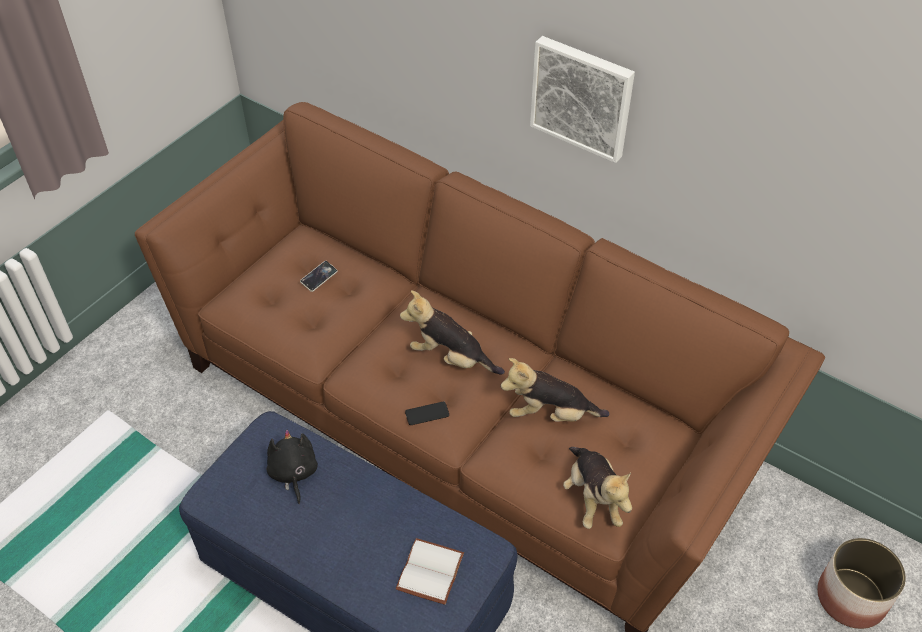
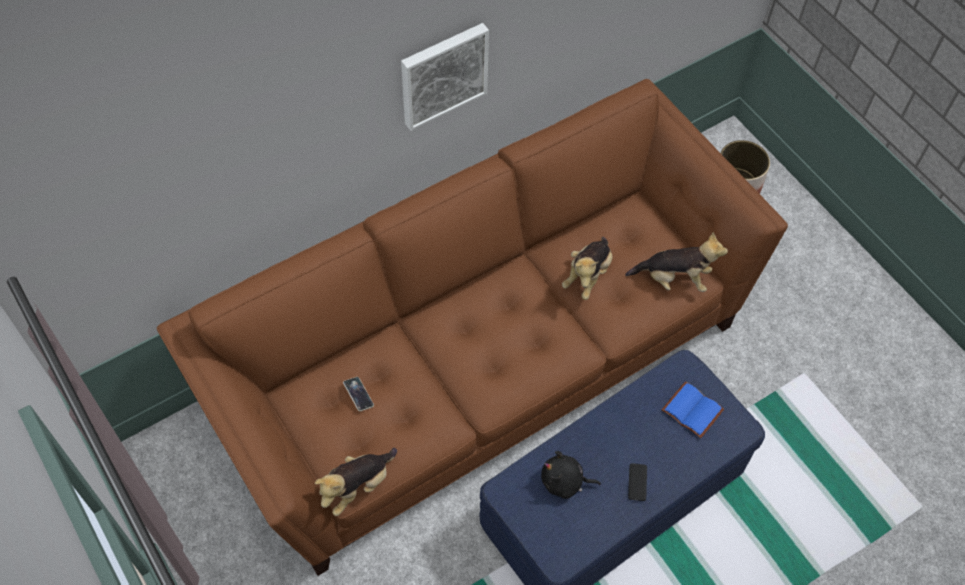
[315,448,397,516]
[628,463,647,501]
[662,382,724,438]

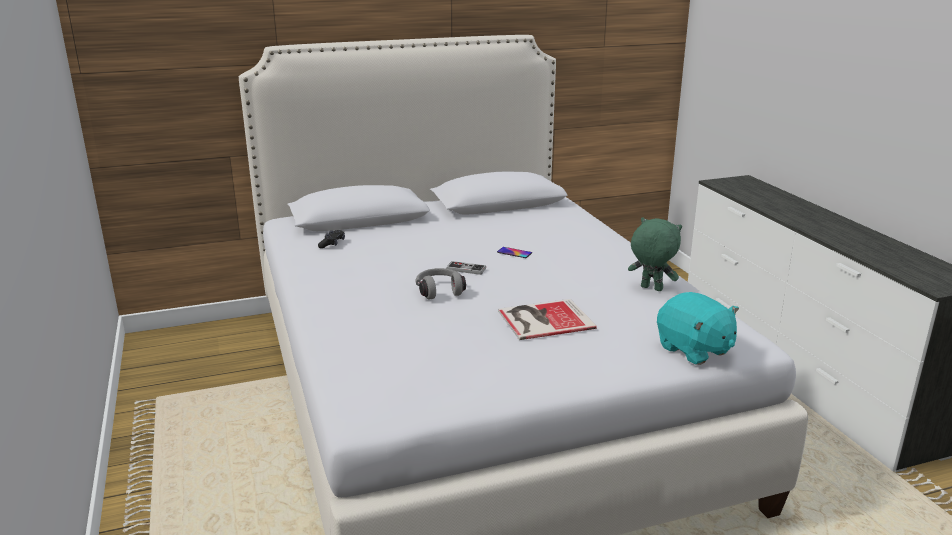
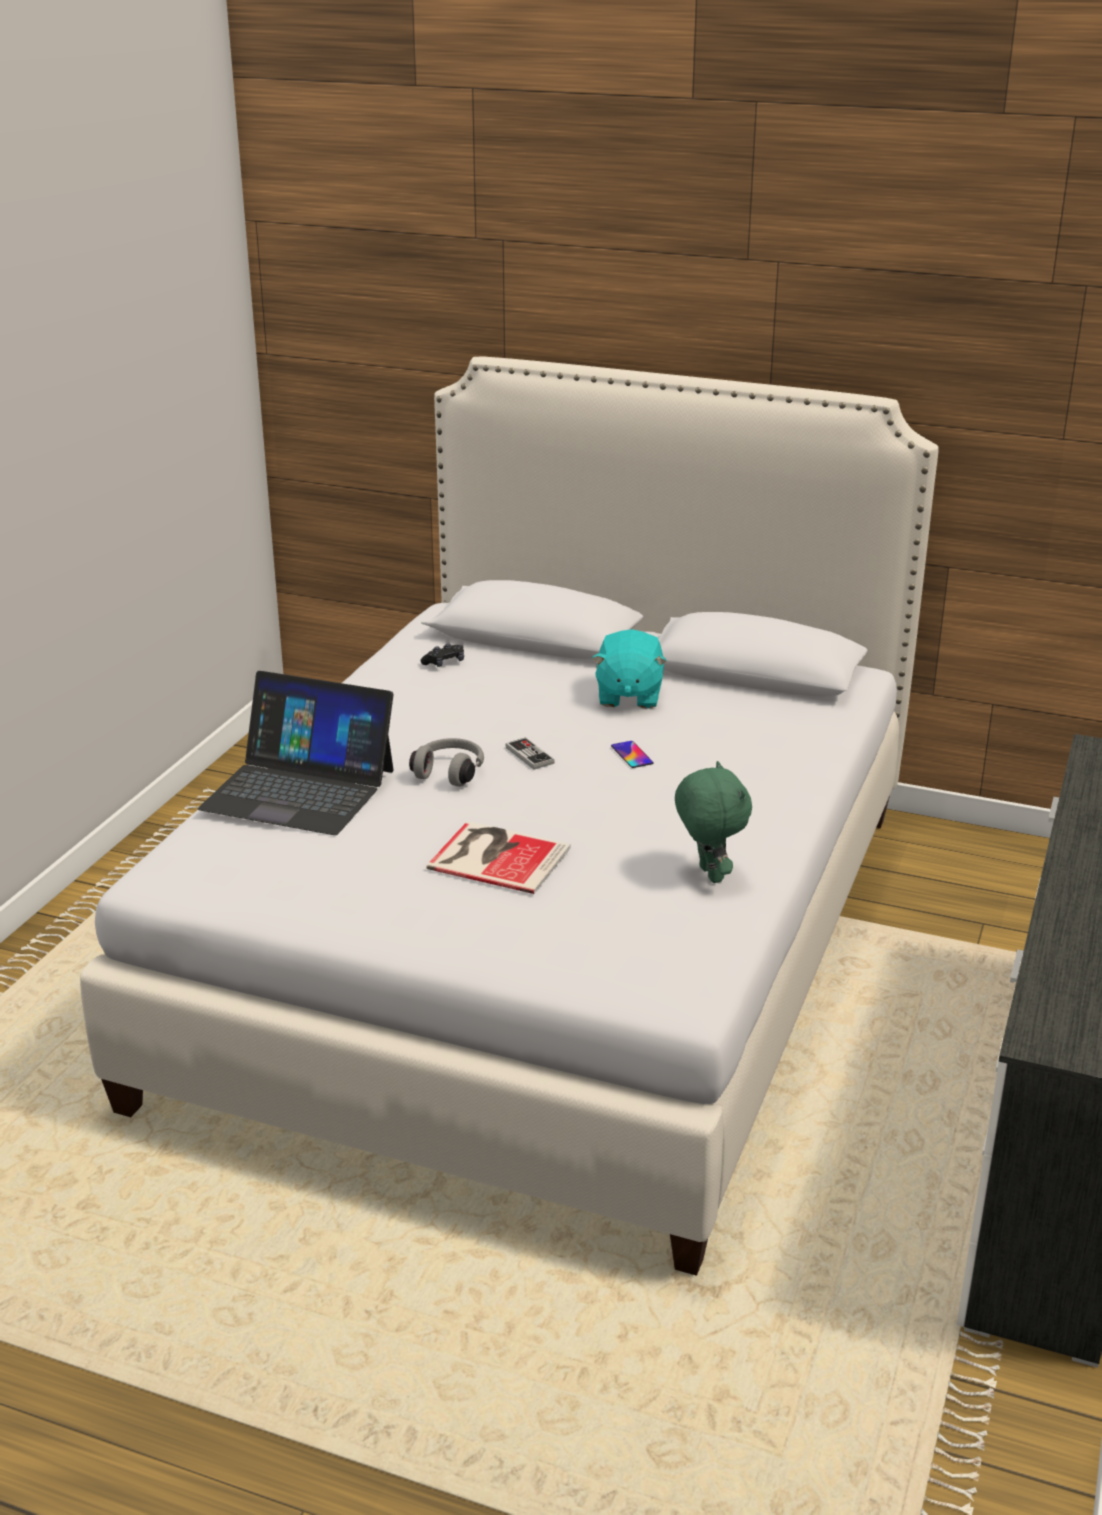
[592,629,667,709]
[198,671,394,835]

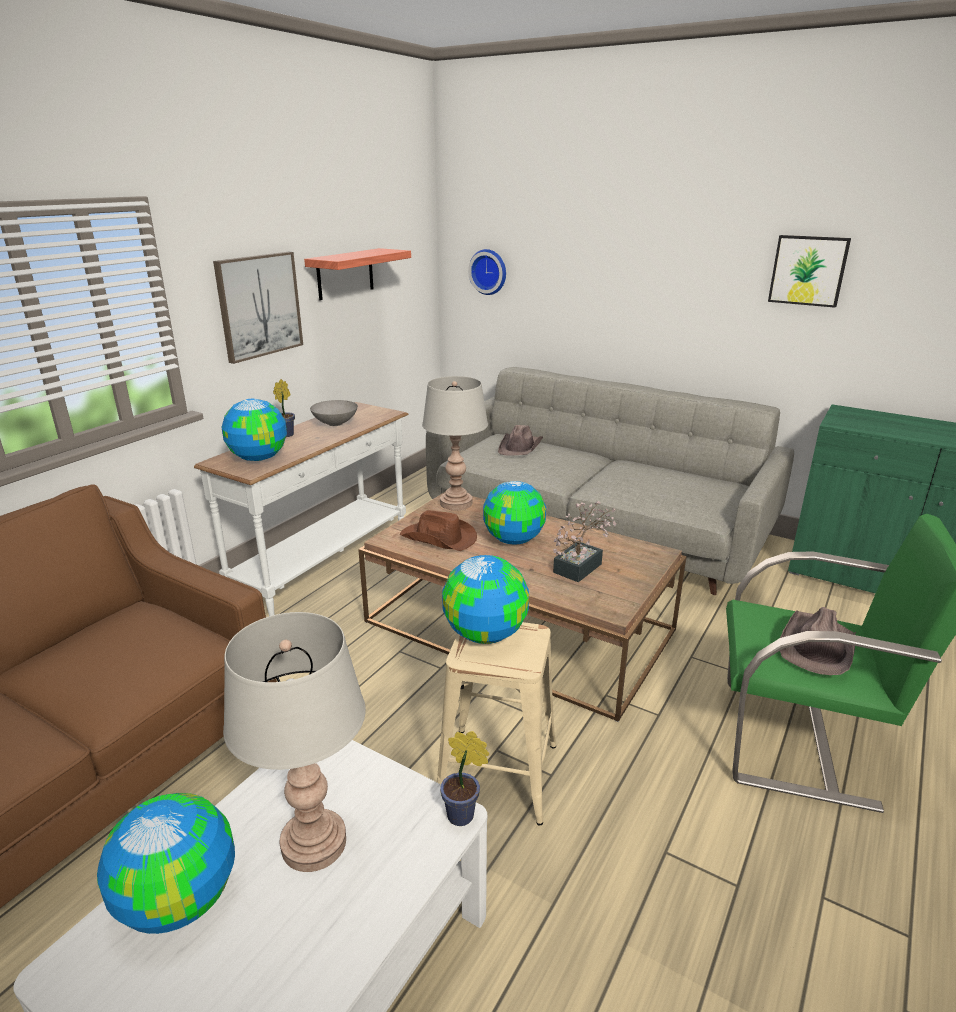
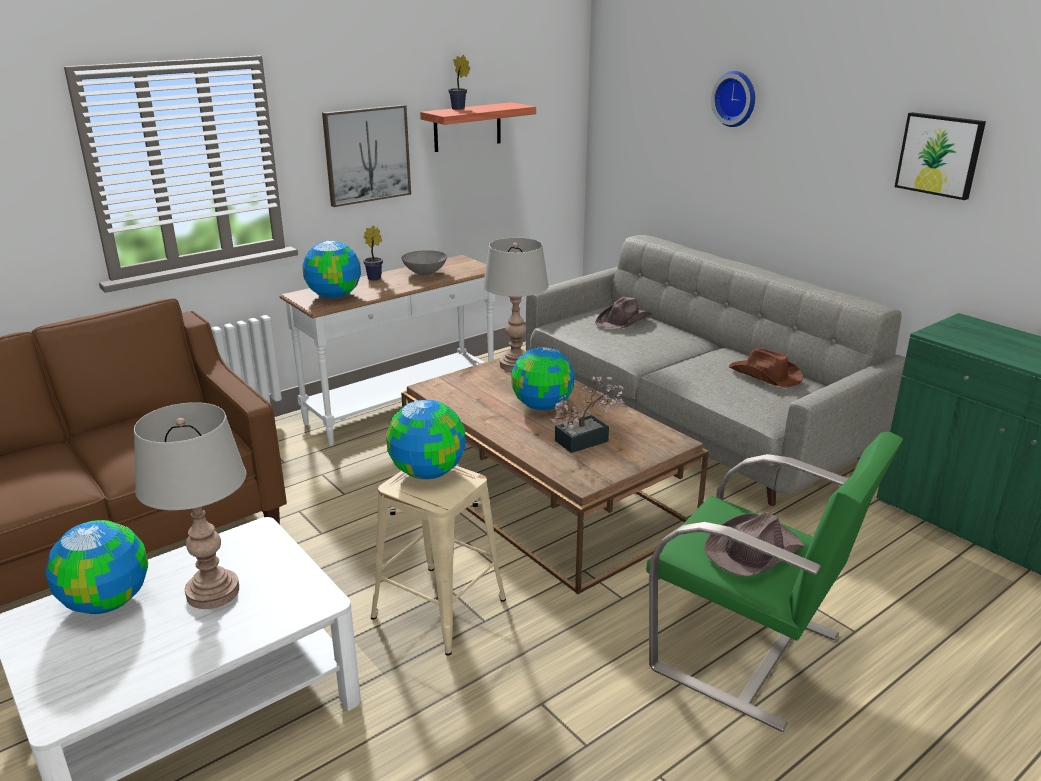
[711,71,755,127]
[729,348,803,388]
[448,55,470,110]

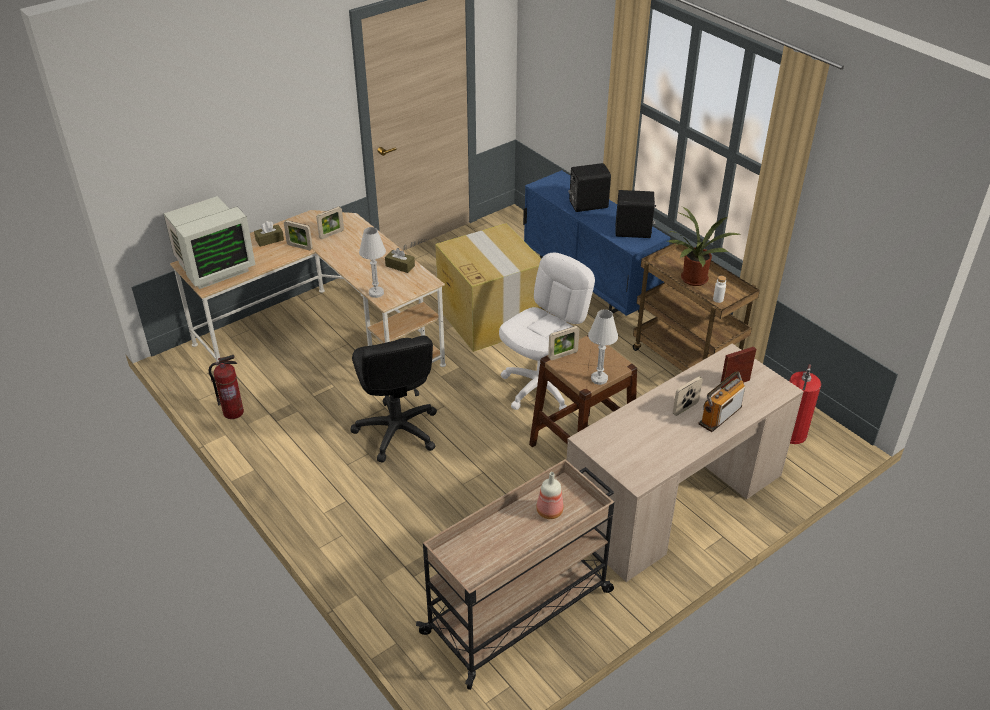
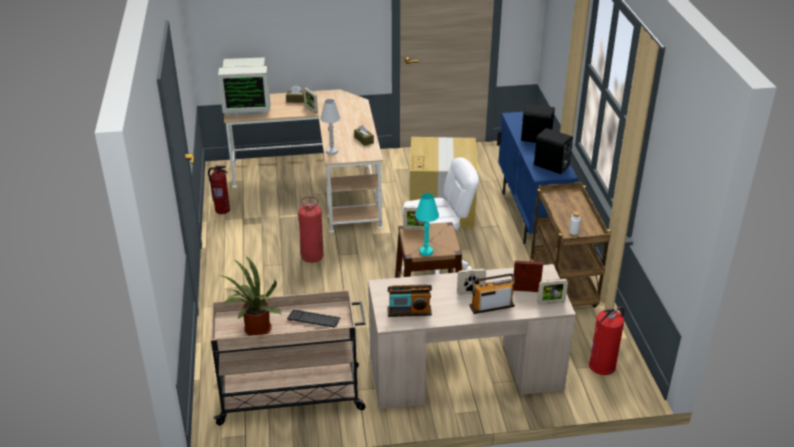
[218,256,281,336]
[537,279,568,305]
[415,193,439,256]
[298,196,323,263]
[287,310,340,328]
[387,284,432,317]

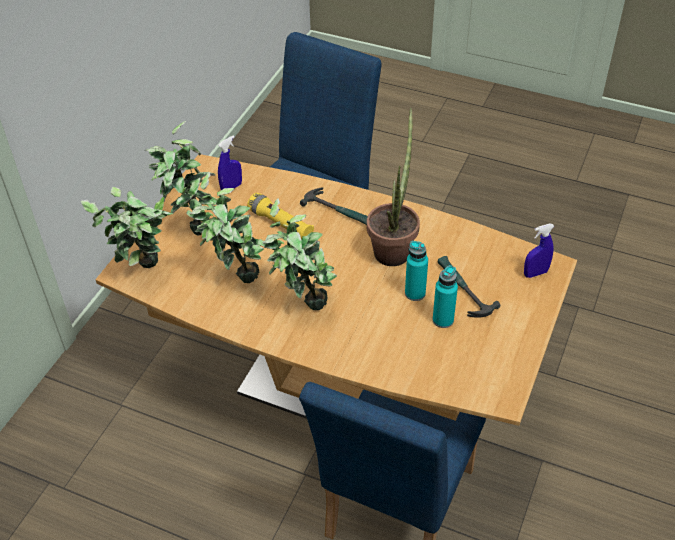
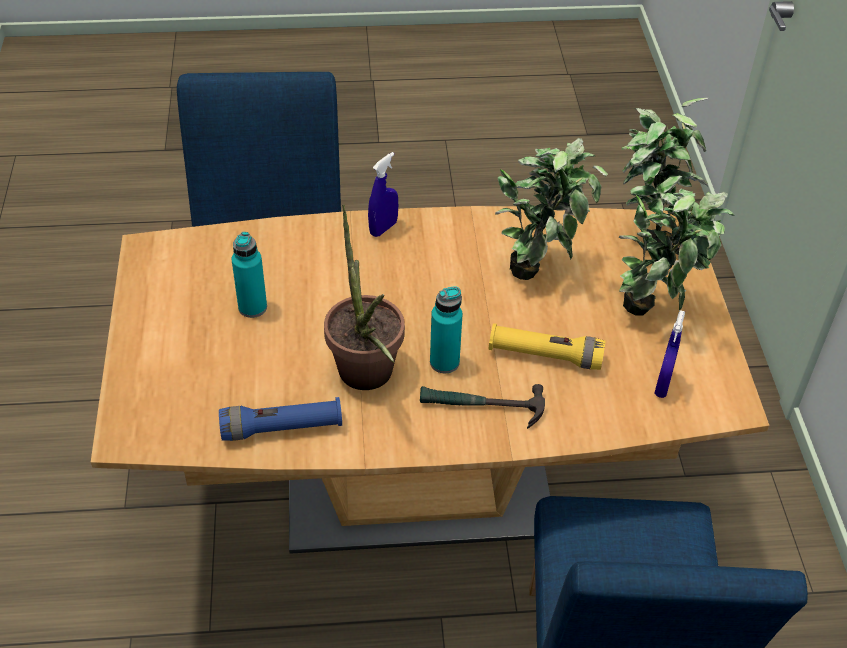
[258,198,337,310] (first image)
[368,152,398,237]
[430,286,463,373]
[438,256,500,318] (first image)
[219,397,342,441]

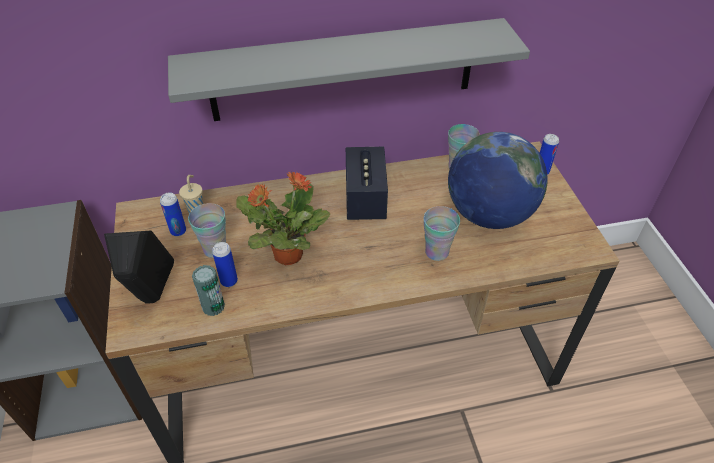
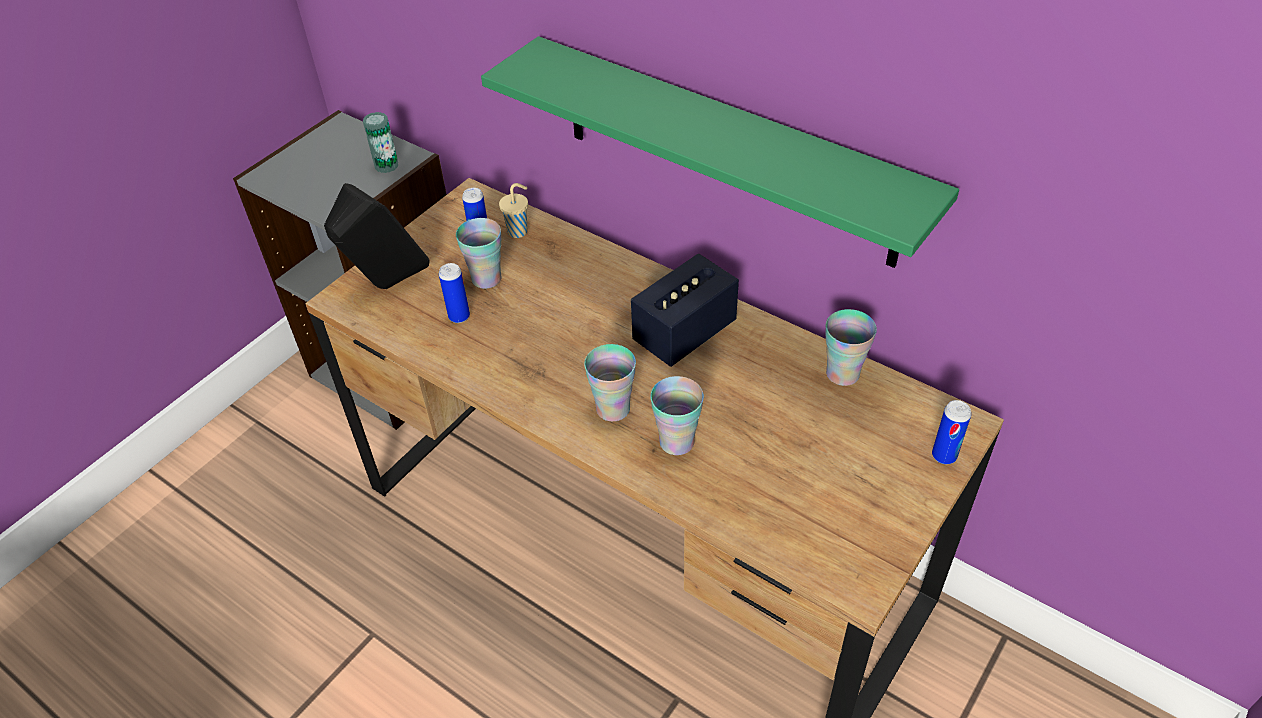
[481,36,959,268]
[448,132,548,229] (first image)
[236,171,331,265] (first image)
[363,112,398,173]
[584,344,636,422]

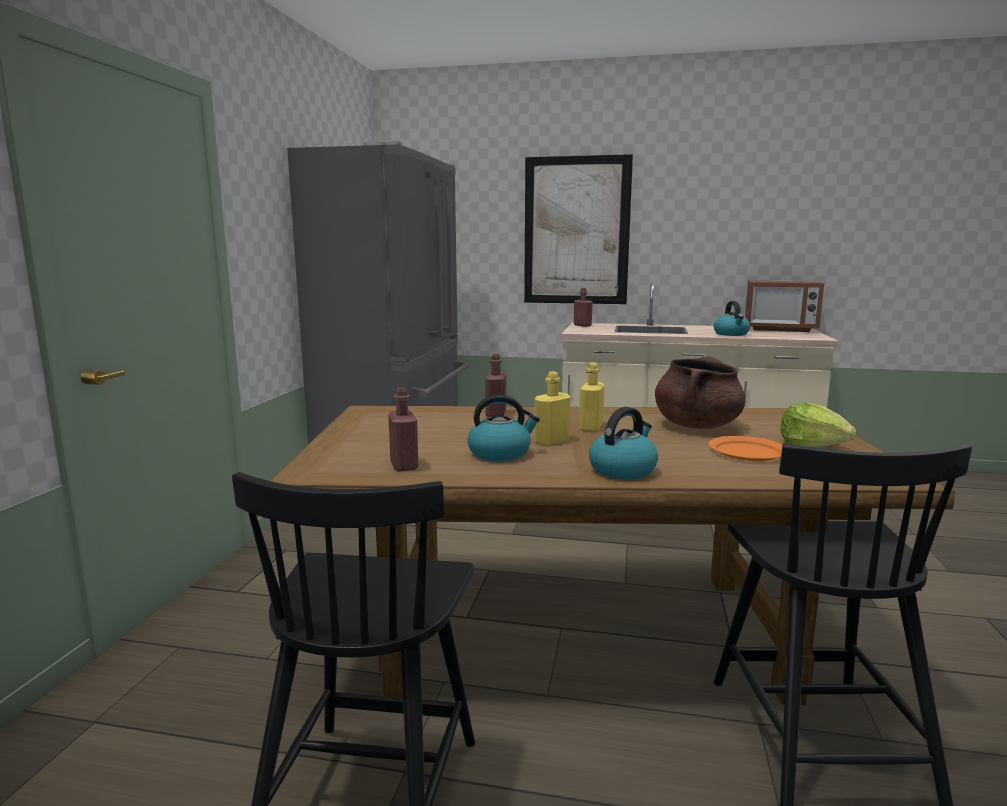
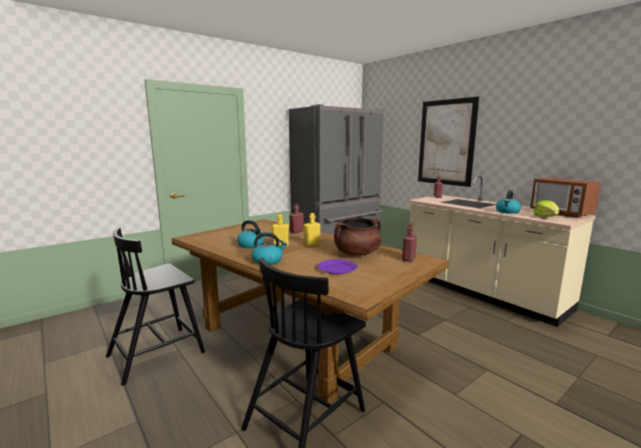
[402,223,417,262]
[534,200,559,217]
[317,259,357,274]

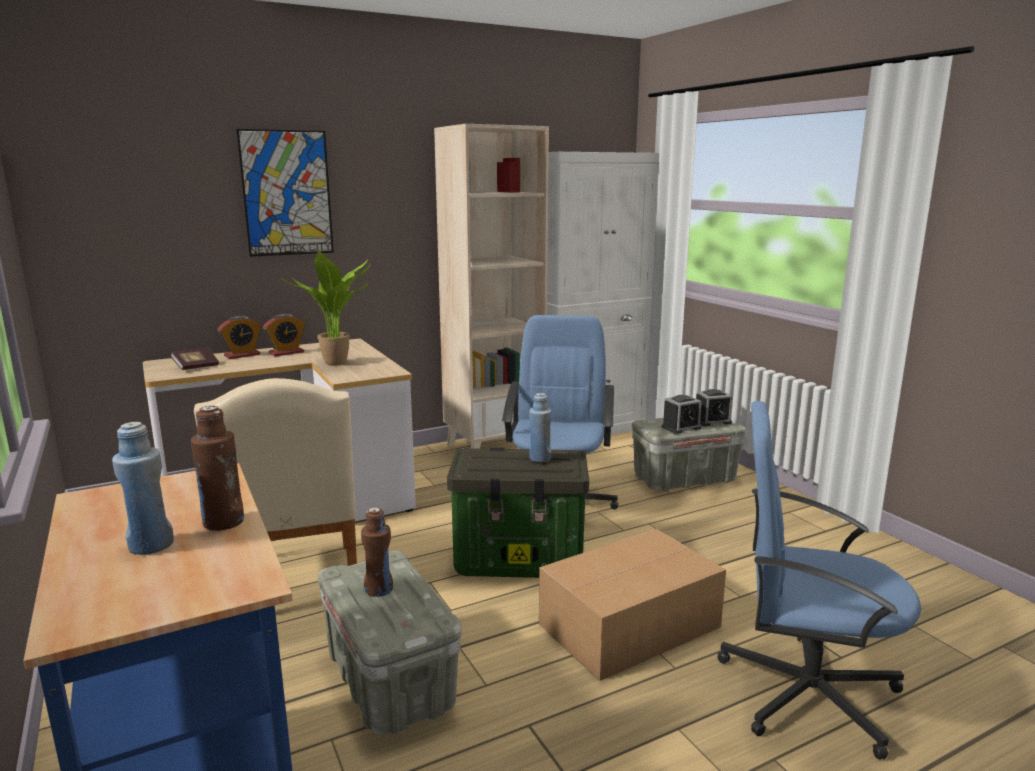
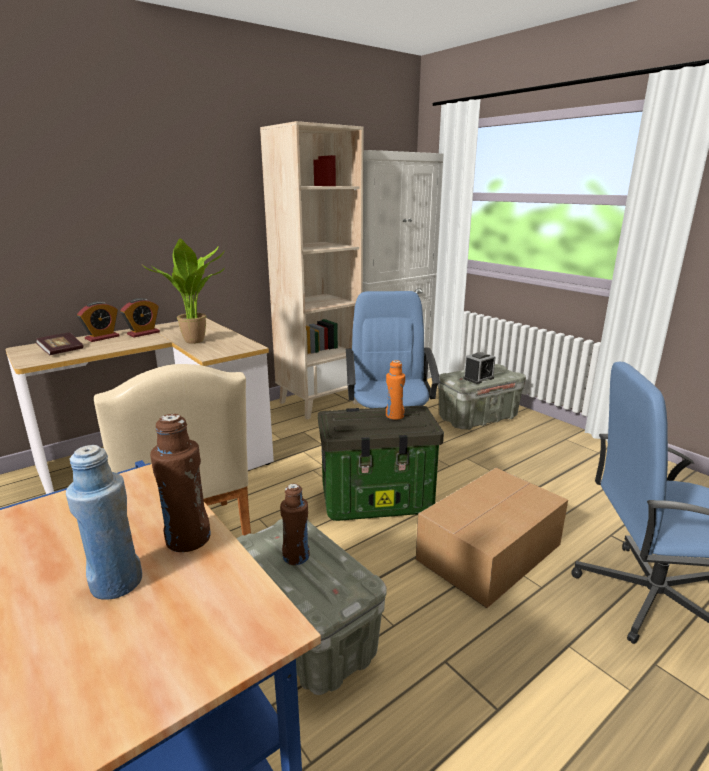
[236,129,334,257] (first image)
[696,389,732,426] (first image)
[386,360,405,420]

